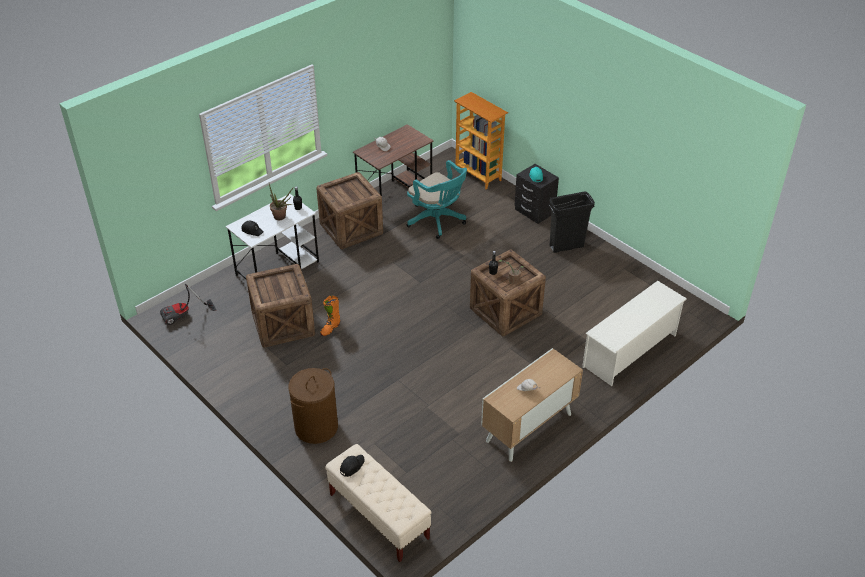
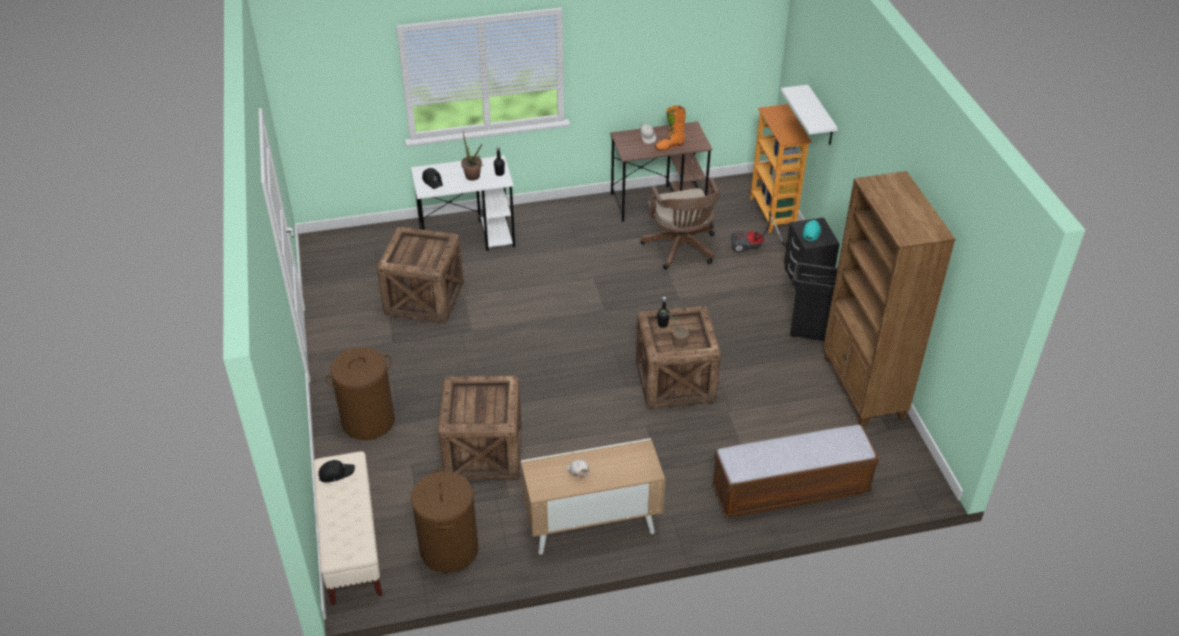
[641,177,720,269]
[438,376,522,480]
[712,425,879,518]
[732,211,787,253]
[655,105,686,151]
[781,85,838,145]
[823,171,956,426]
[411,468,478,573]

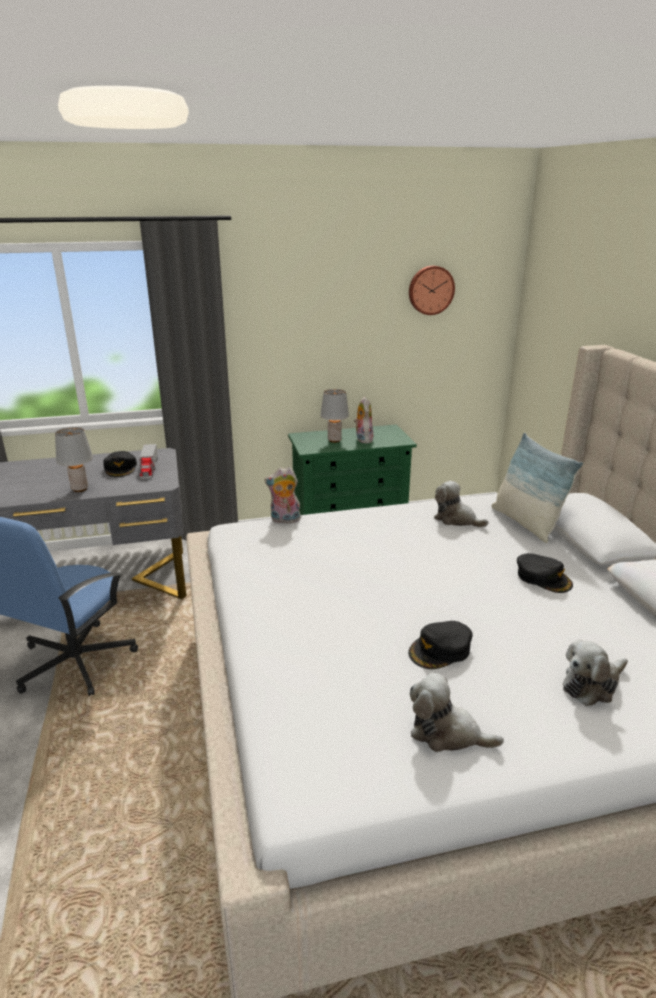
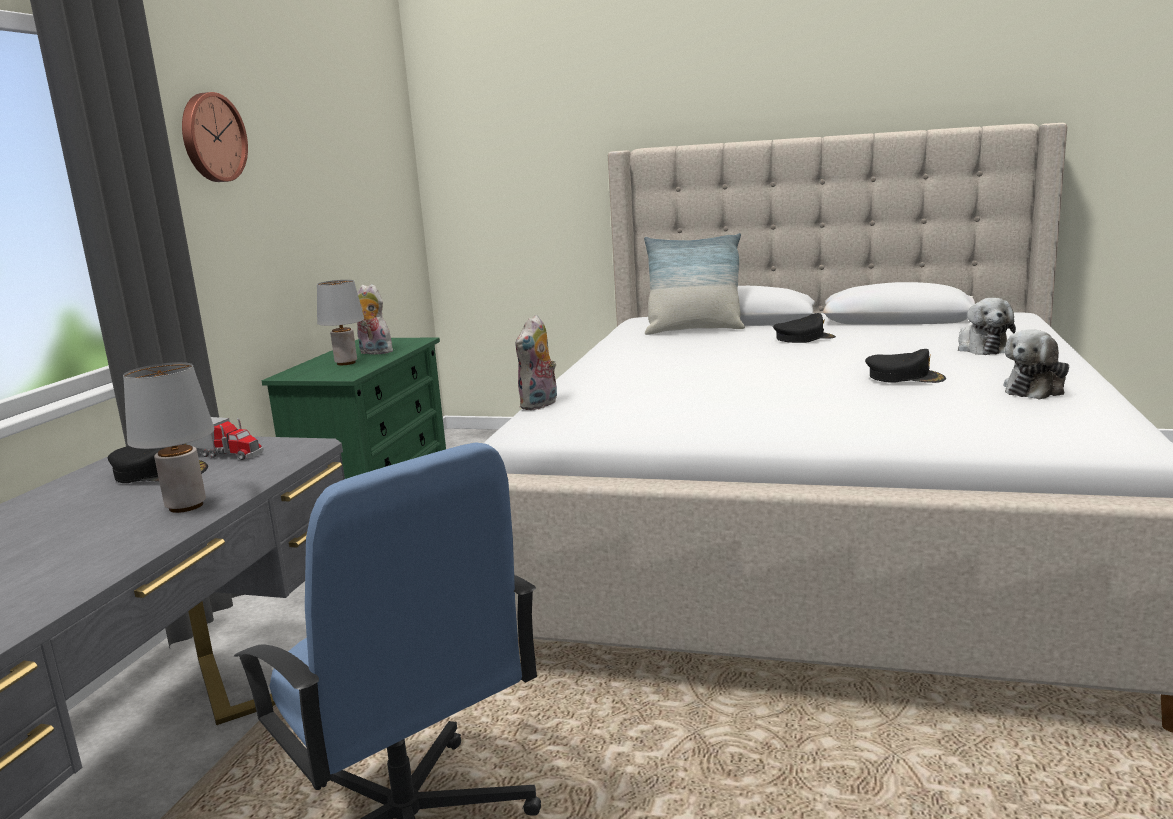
[182,92,248,182]
[434,481,489,527] (first image)
[865,349,946,383]

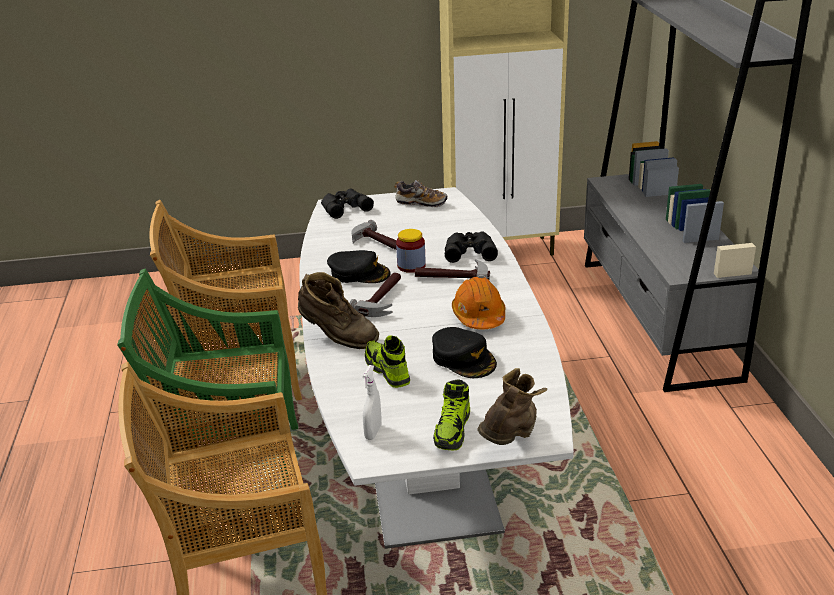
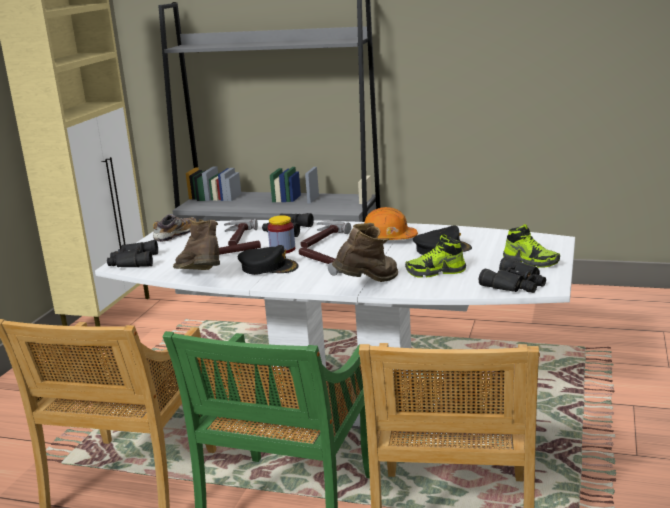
[238,245,299,275]
[479,257,546,293]
[173,219,220,270]
[224,219,258,246]

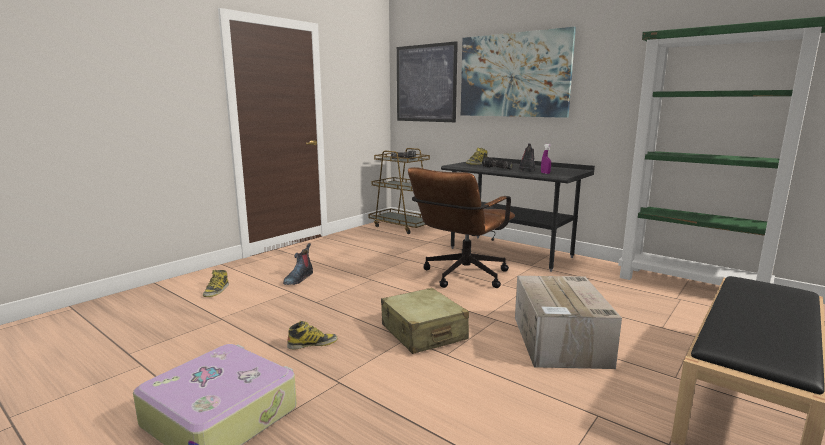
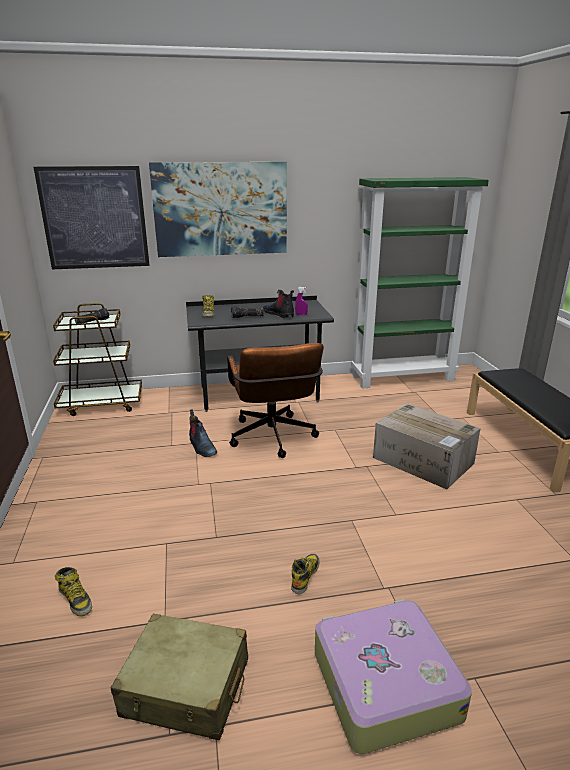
[189,409,217,457]
[111,614,248,740]

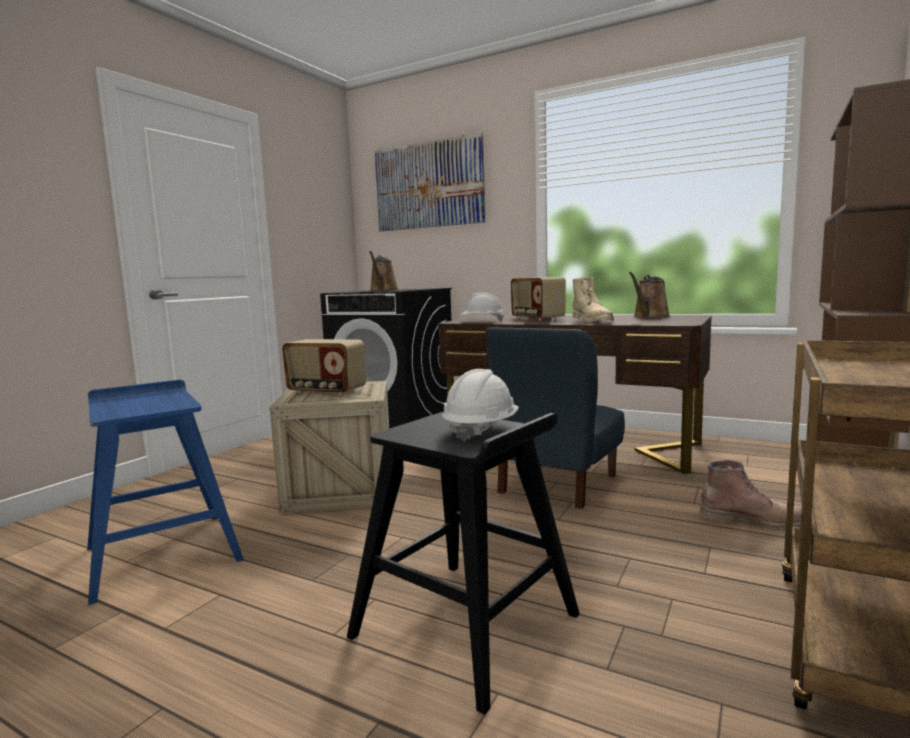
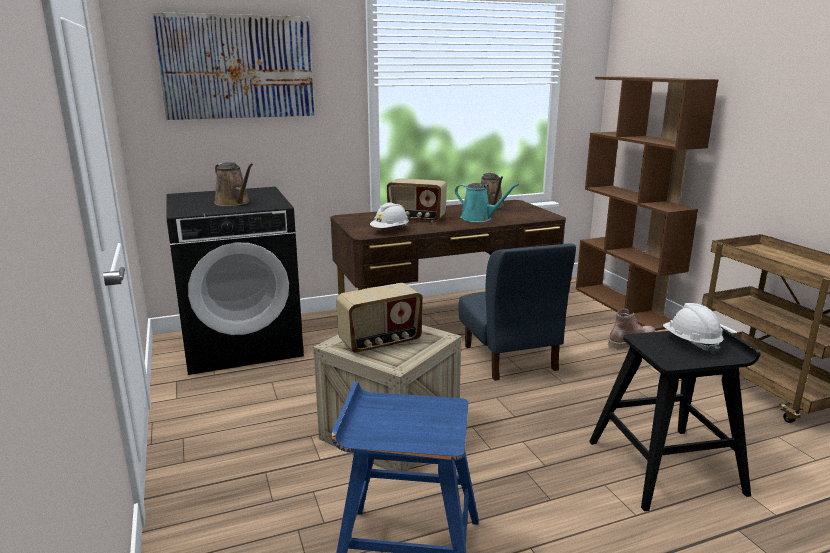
[455,183,519,222]

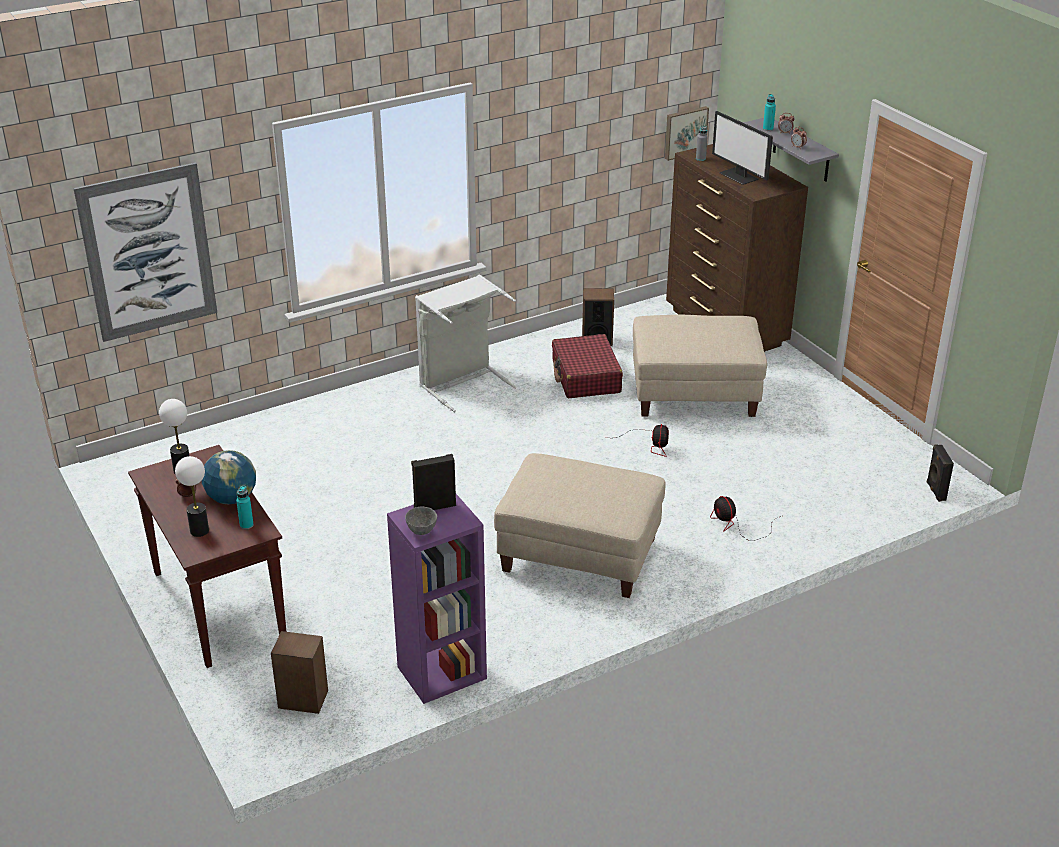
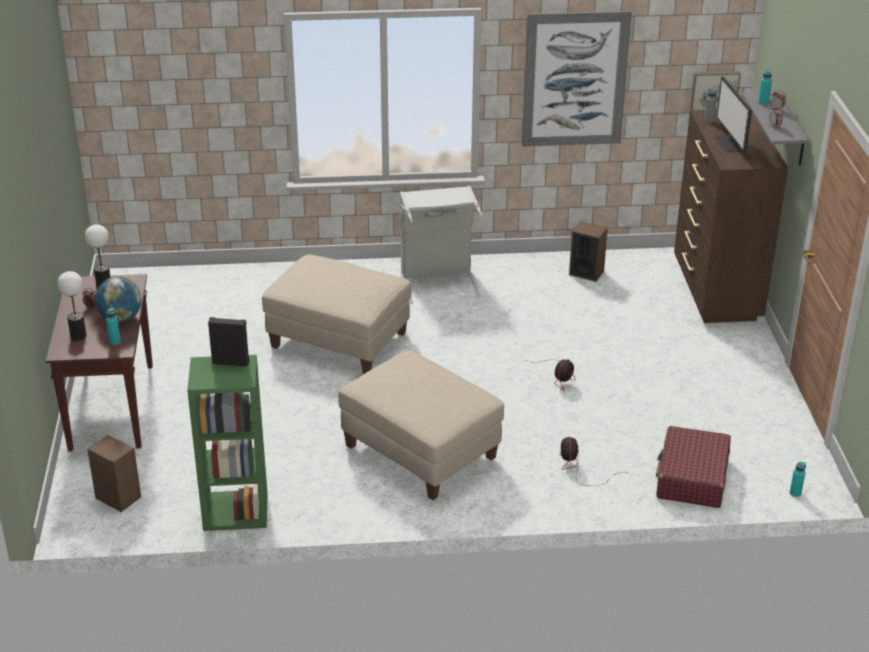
[522,11,632,147]
[262,255,411,374]
[656,426,731,508]
[790,462,806,497]
[187,355,268,531]
[405,506,437,535] (first image)

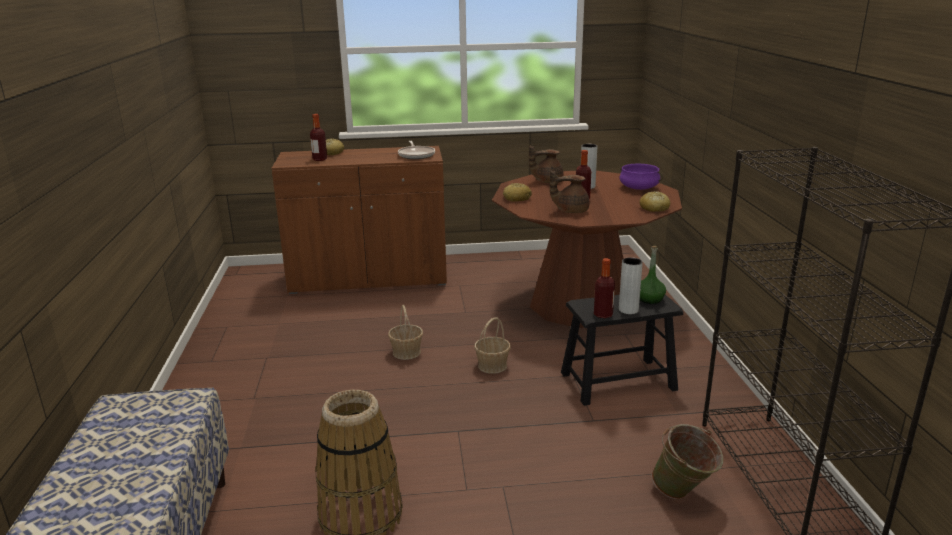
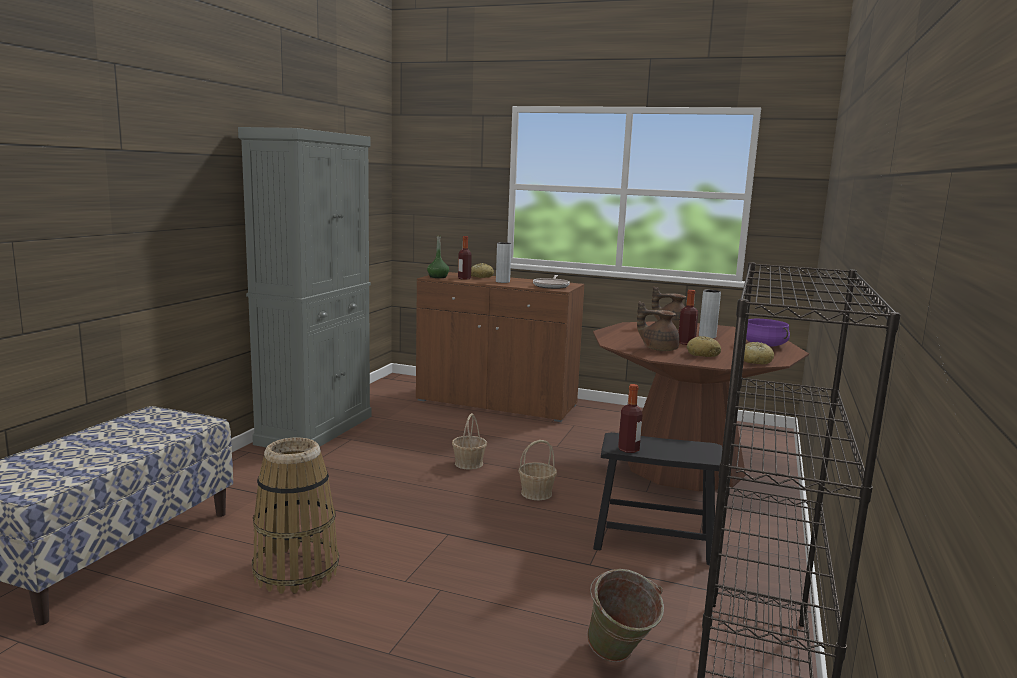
[687,336,721,357]
[427,235,449,278]
[496,242,512,283]
[238,127,372,448]

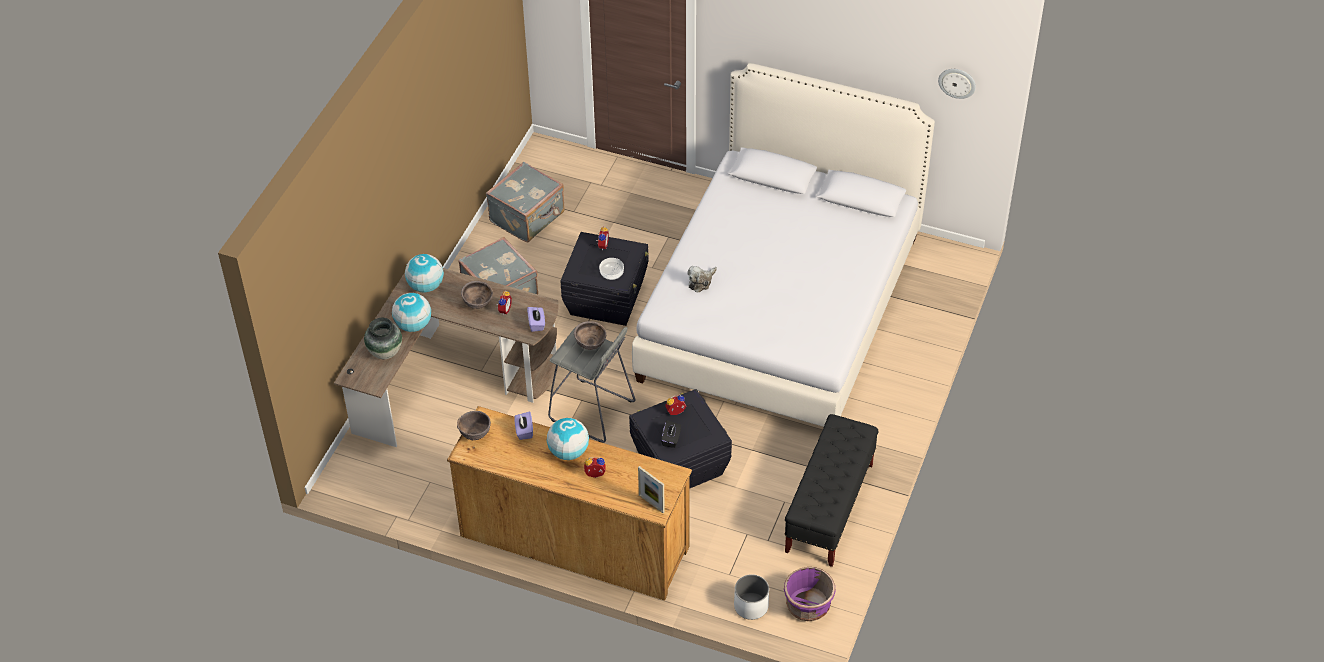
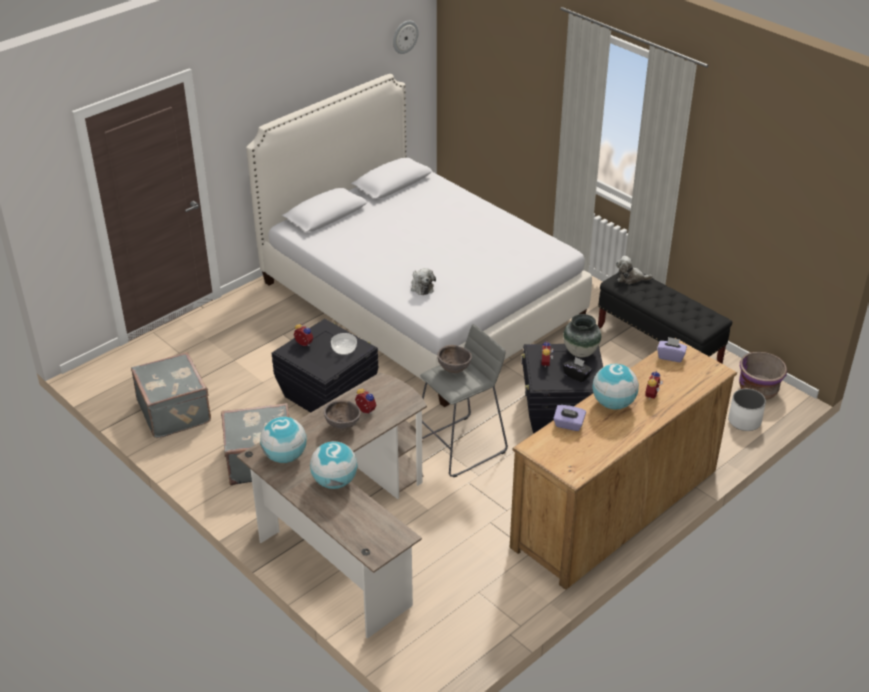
[657,337,687,362]
[563,314,601,357]
[457,411,491,440] (first image)
[638,466,665,513] (first image)
[616,256,653,285]

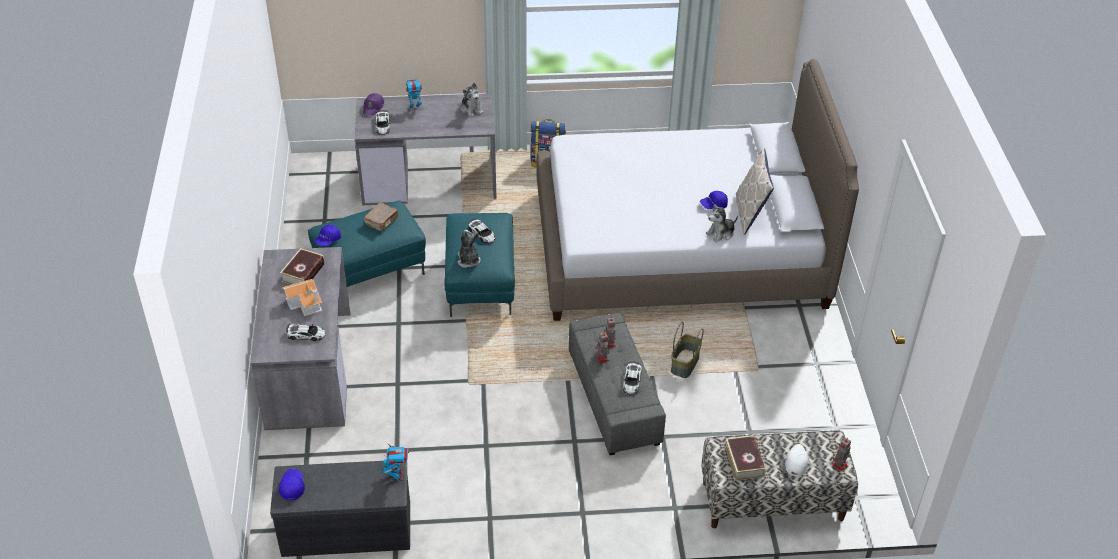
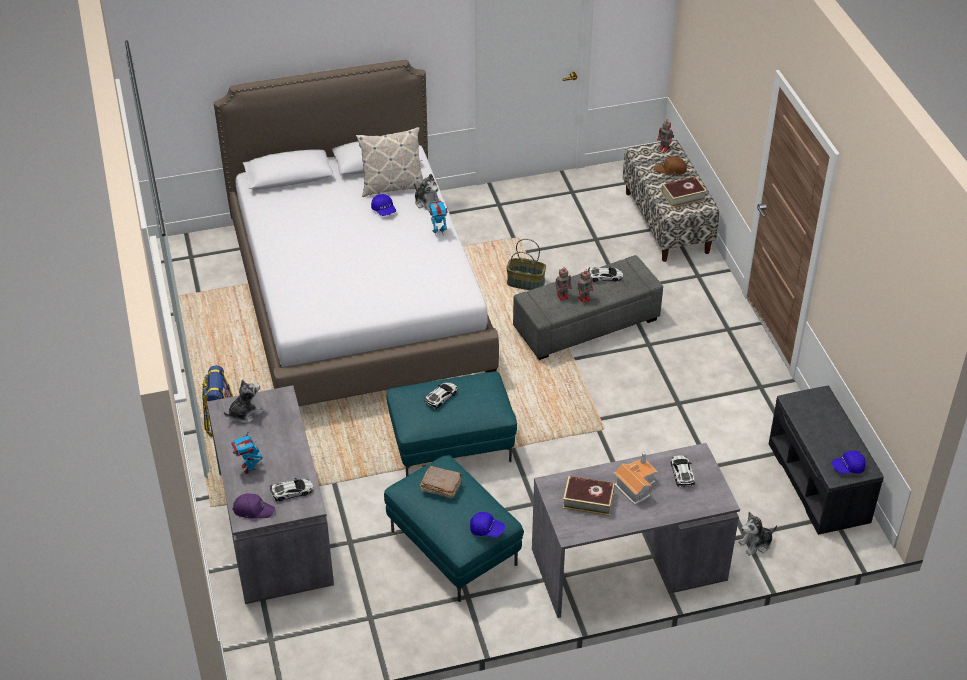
[738,512,777,556]
[429,201,448,235]
[654,157,687,175]

